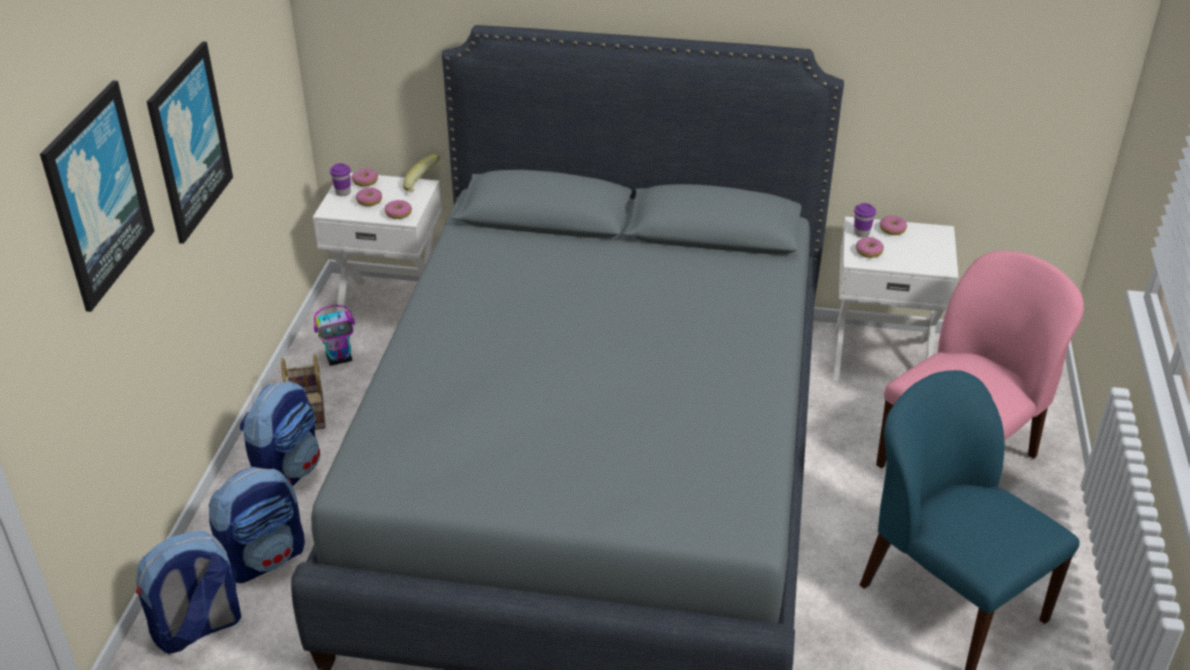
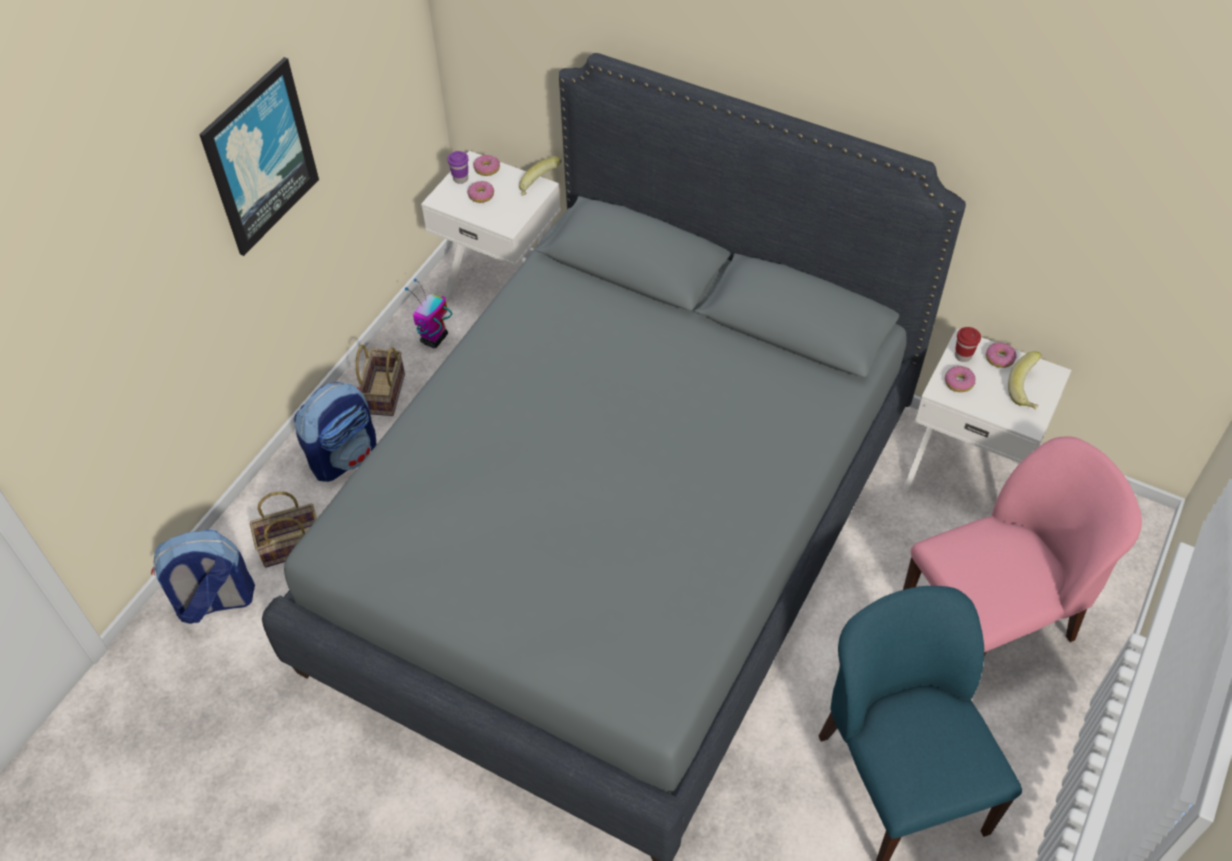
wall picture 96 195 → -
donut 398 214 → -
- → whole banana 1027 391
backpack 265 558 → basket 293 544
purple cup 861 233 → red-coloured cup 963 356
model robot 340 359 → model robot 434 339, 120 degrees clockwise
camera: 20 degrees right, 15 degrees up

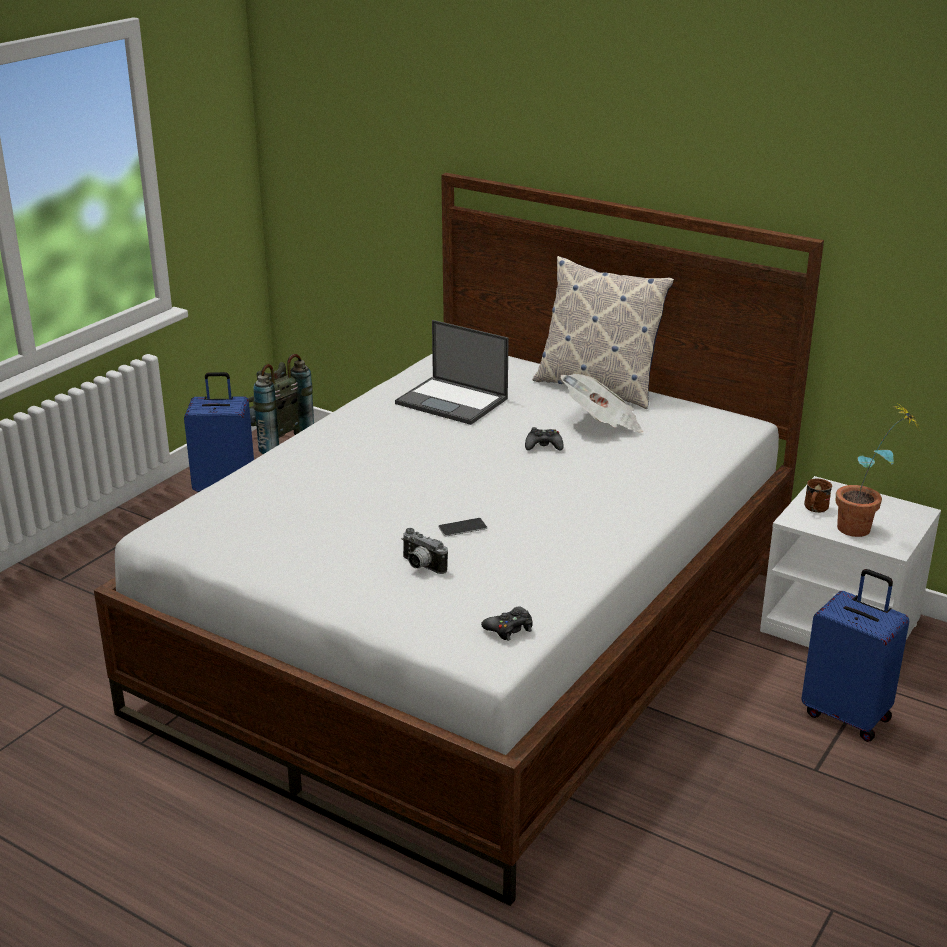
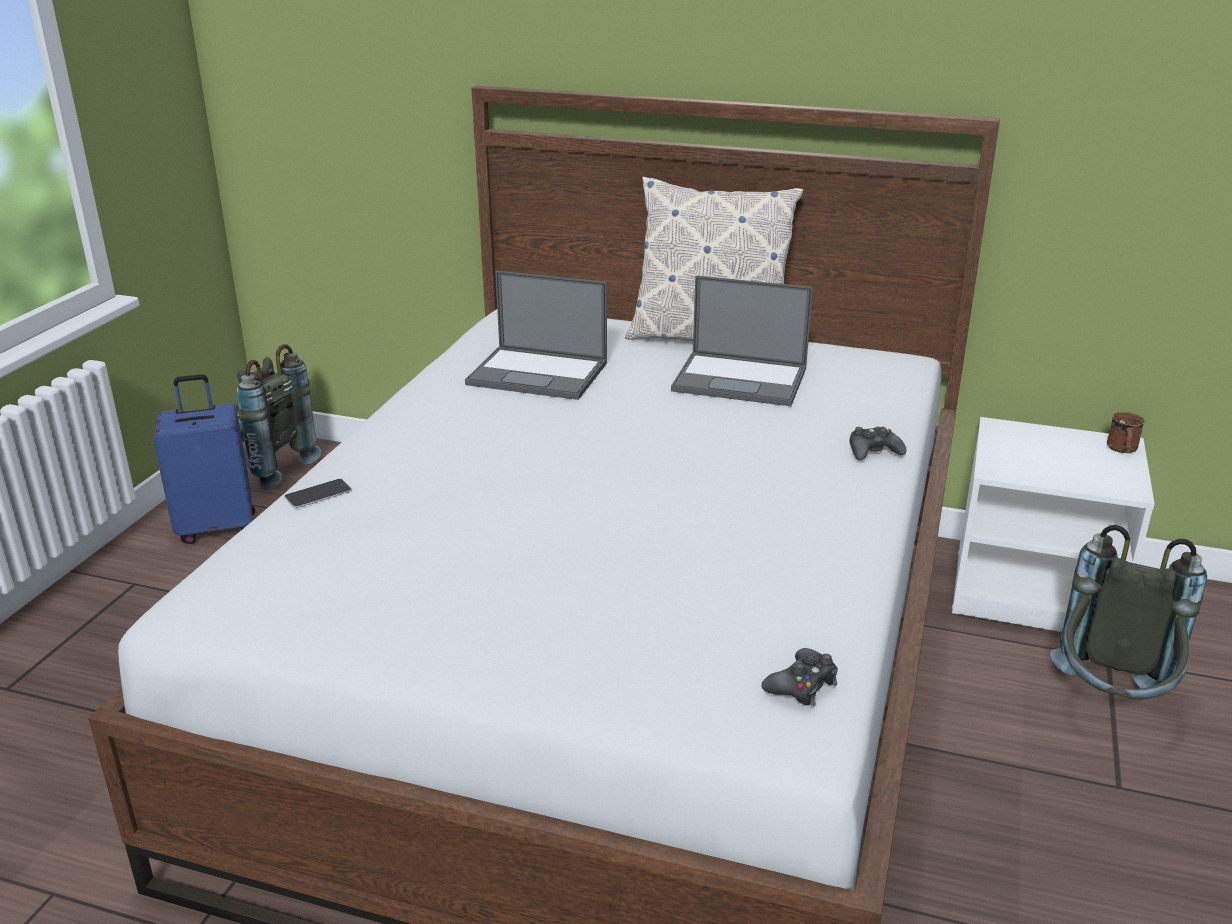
still camera 420 566 → -
plant in a pot 864 529 → -
handset 462 527 → handset 318 494, relocated
black game controller 543 446 → black game controller 873 451, relocated
brown-coloured tea mug 814 509 → brown-coloured tea mug 1121 450, relocated
newspaper 602 423 → laptop 742 380
bluish suitcase 847 715 → gray backpack 1109 704
camera: 15 degrees left, 0 degrees up

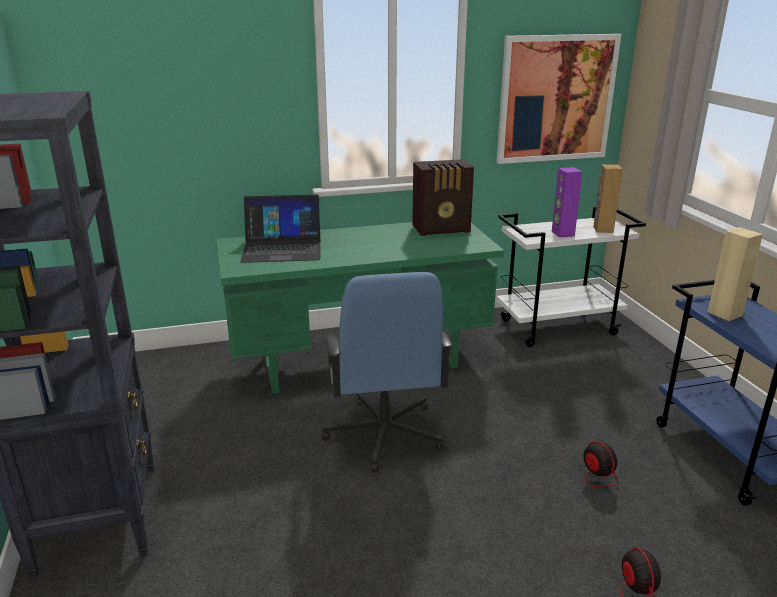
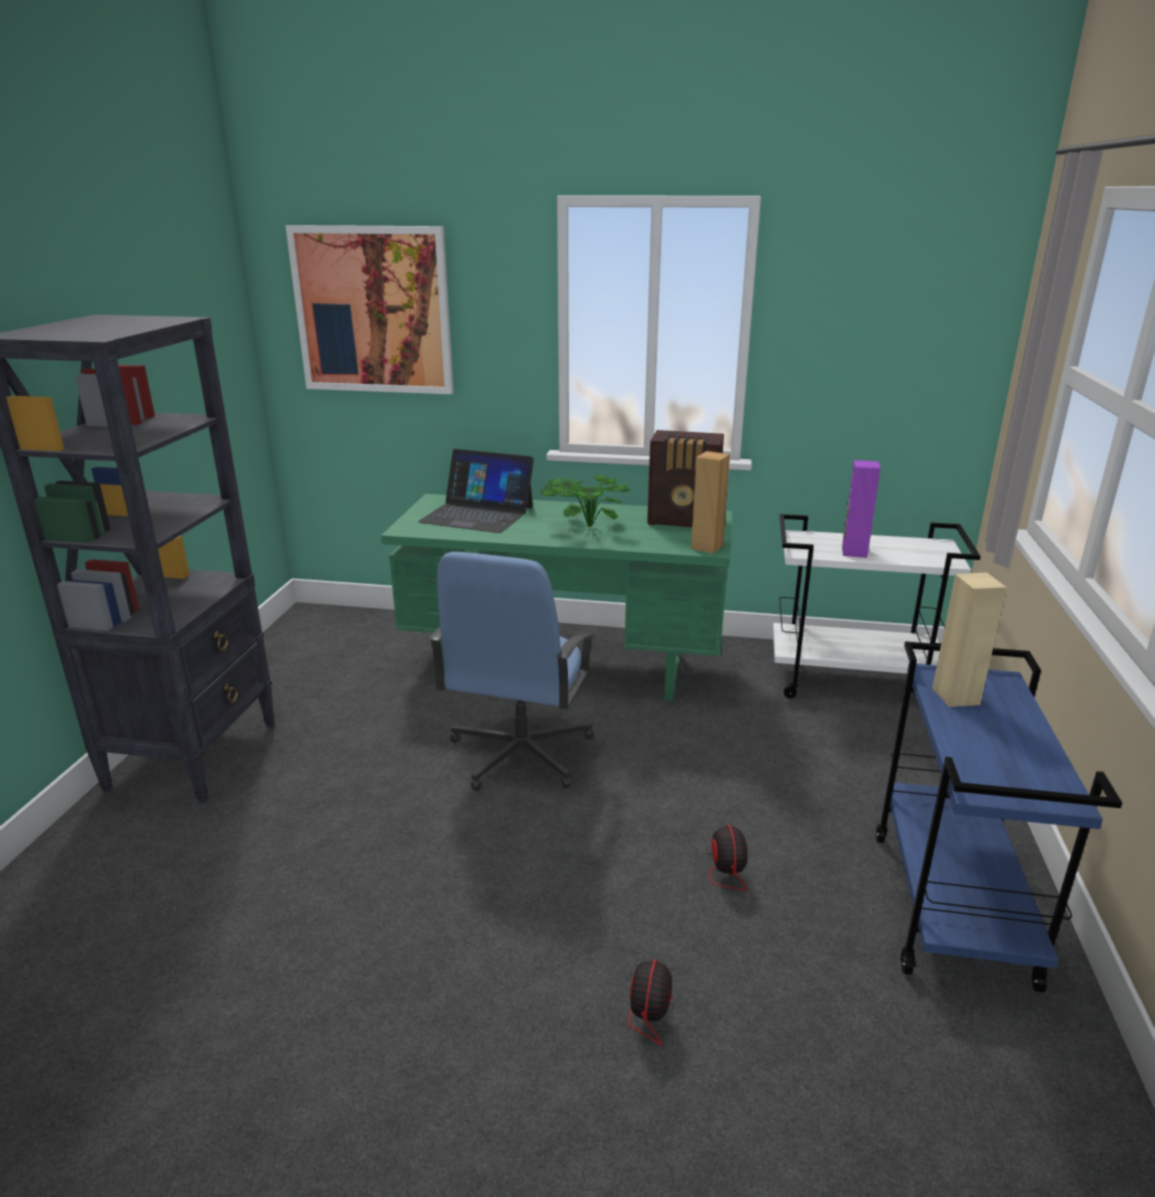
- → plant in a pot 584 527
wall picture 556 99 → wall picture 373 310, relocated
brown-coloured loudspeaker 602 229 → brown-coloured loudspeaker 706 547, relocated
camera: 25 degrees right, 0 degrees up

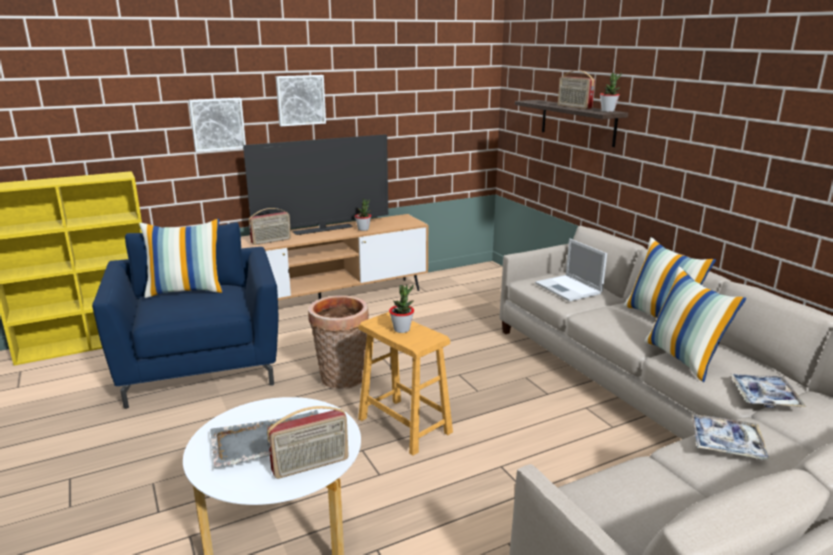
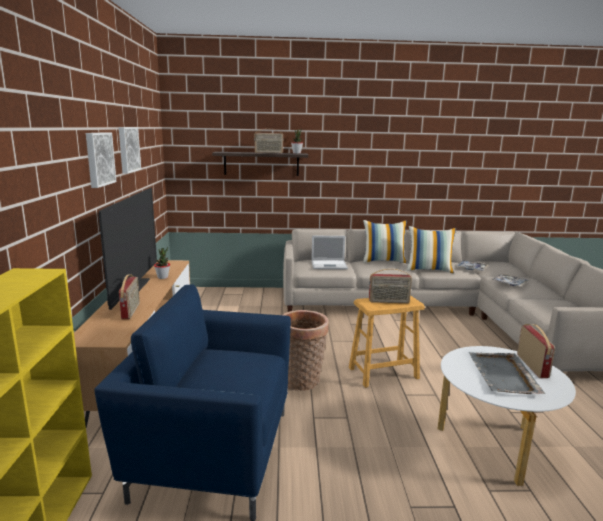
pillow 186 290 → -
wall picture 217 124 → wall picture 127 149, relocated
plant in a pot 402 329 → radio receiver 389 301
camera: 65 degrees left, 5 degrees down

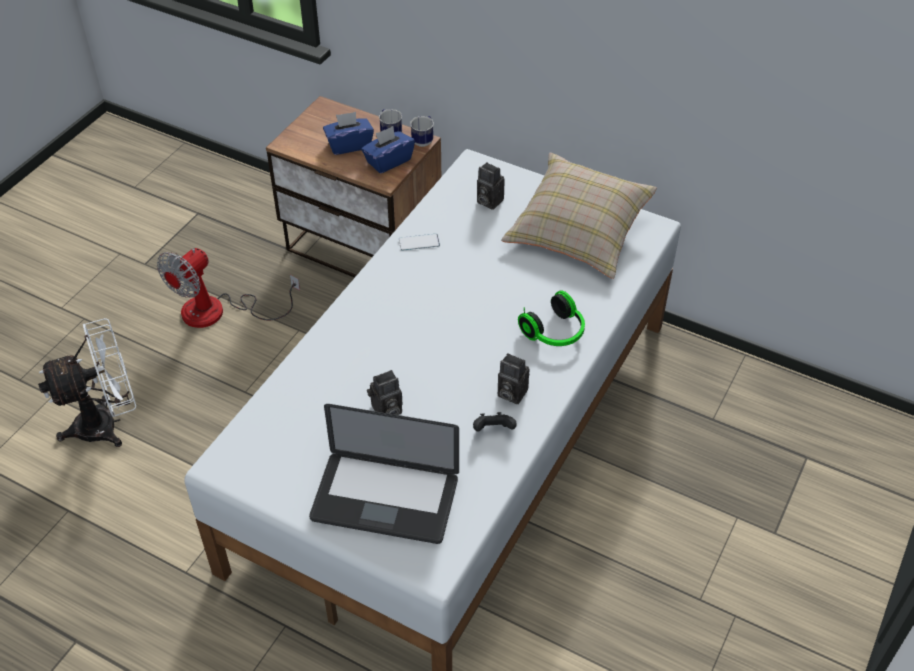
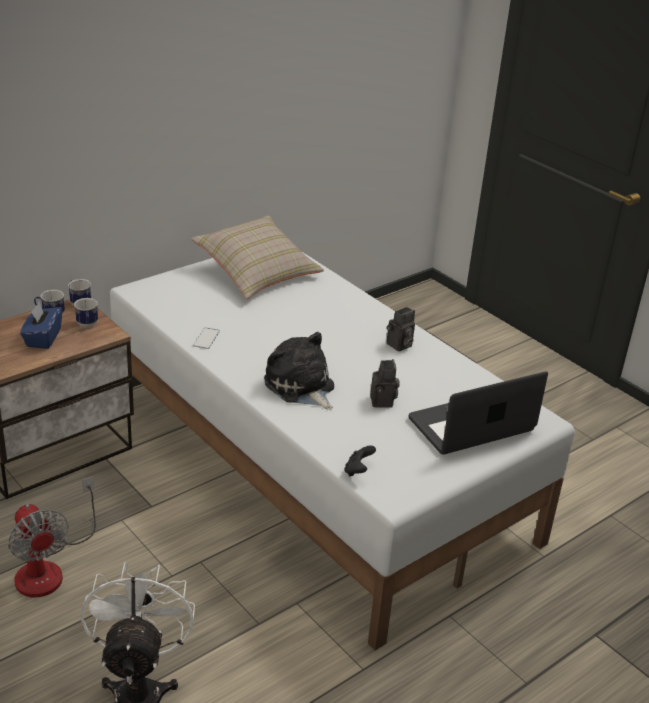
still camera 488 201 → -
headphones 555 333 → -
- → soft toy 301 387
black game controller 493 430 → black game controller 358 471, relocated
bluish tissue holder 388 161 → tea mug 87 325
laptop 385 499 → laptop 471 425, 150 degrees counterclockwise
camera: 70 degrees left, 15 degrees down

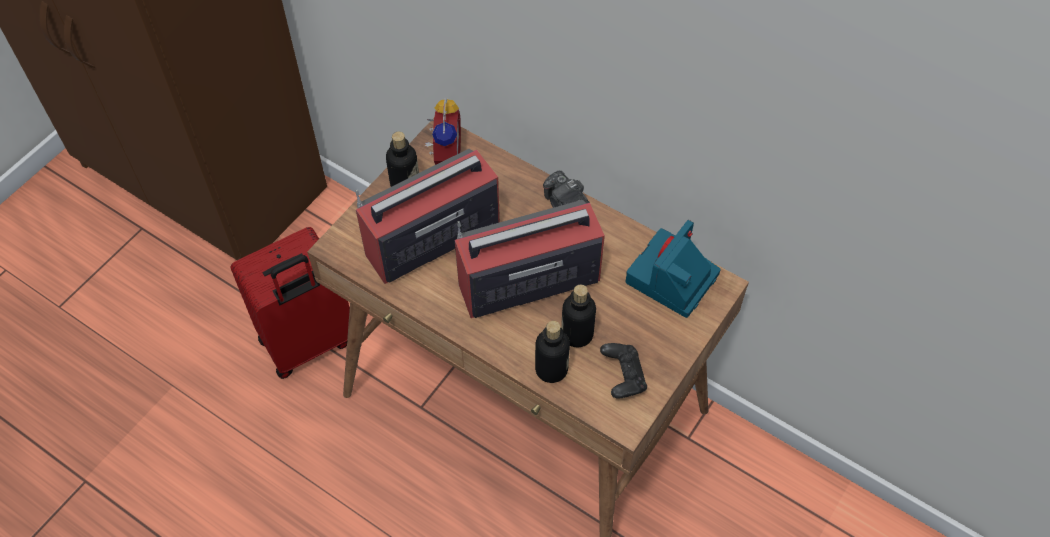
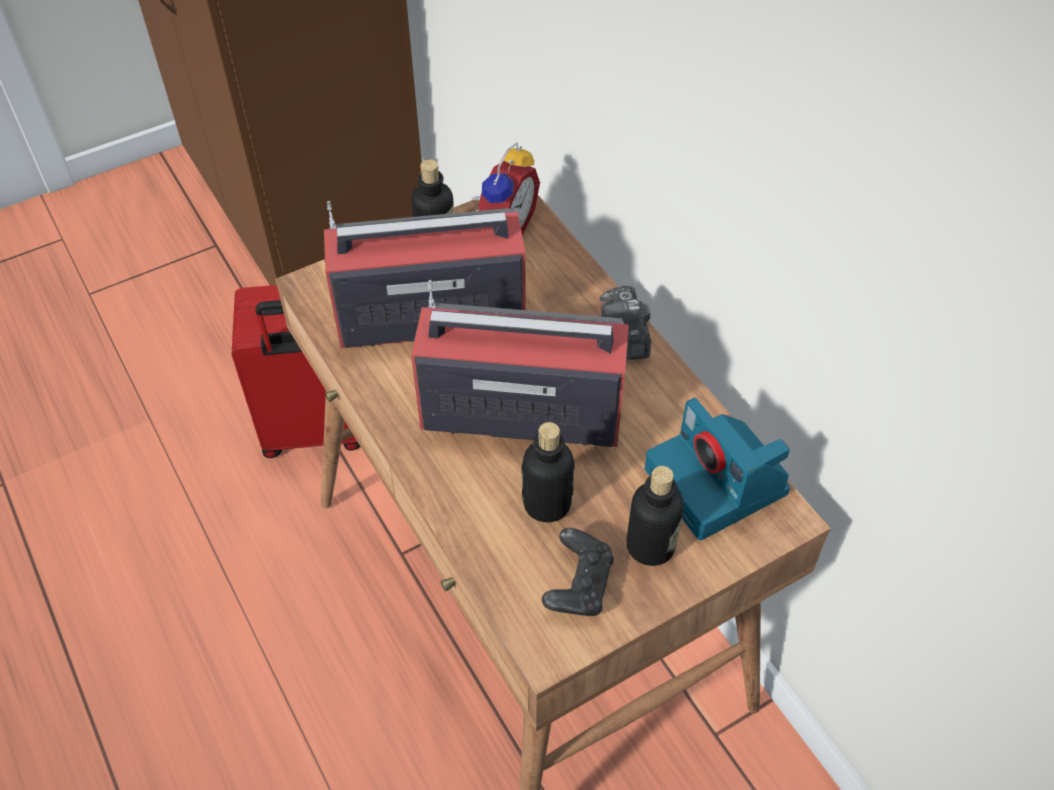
bottle 551 369 → bottle 650 546, relocated
still camera 672 279 → still camera 718 483, 90 degrees counterclockwise
camera: 25 degrees right, 5 degrees down

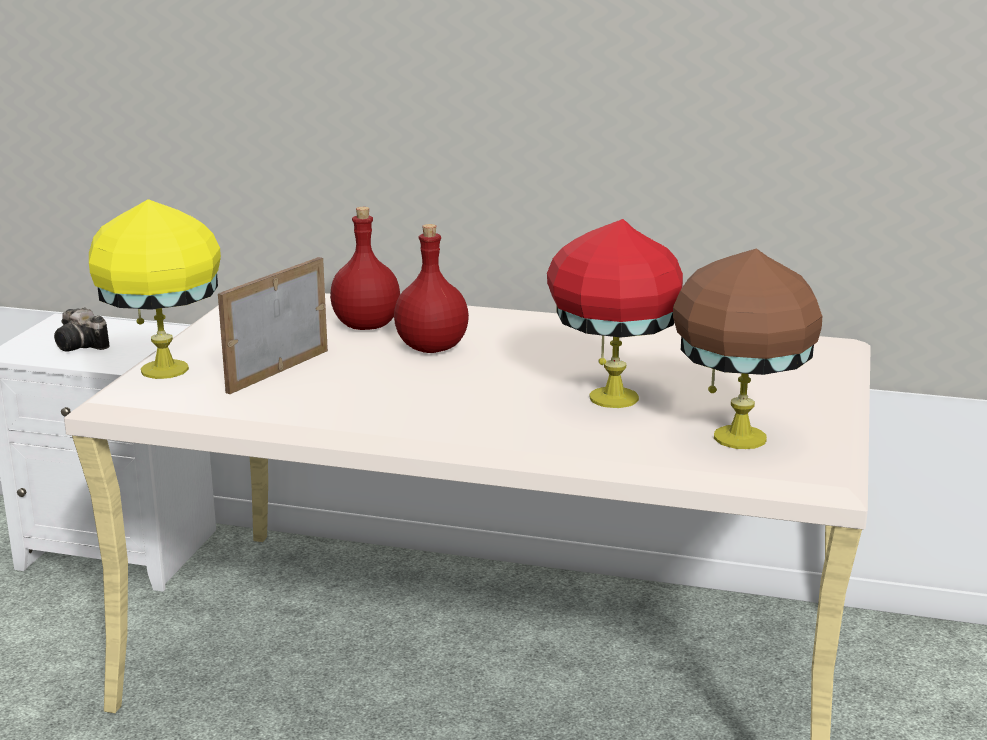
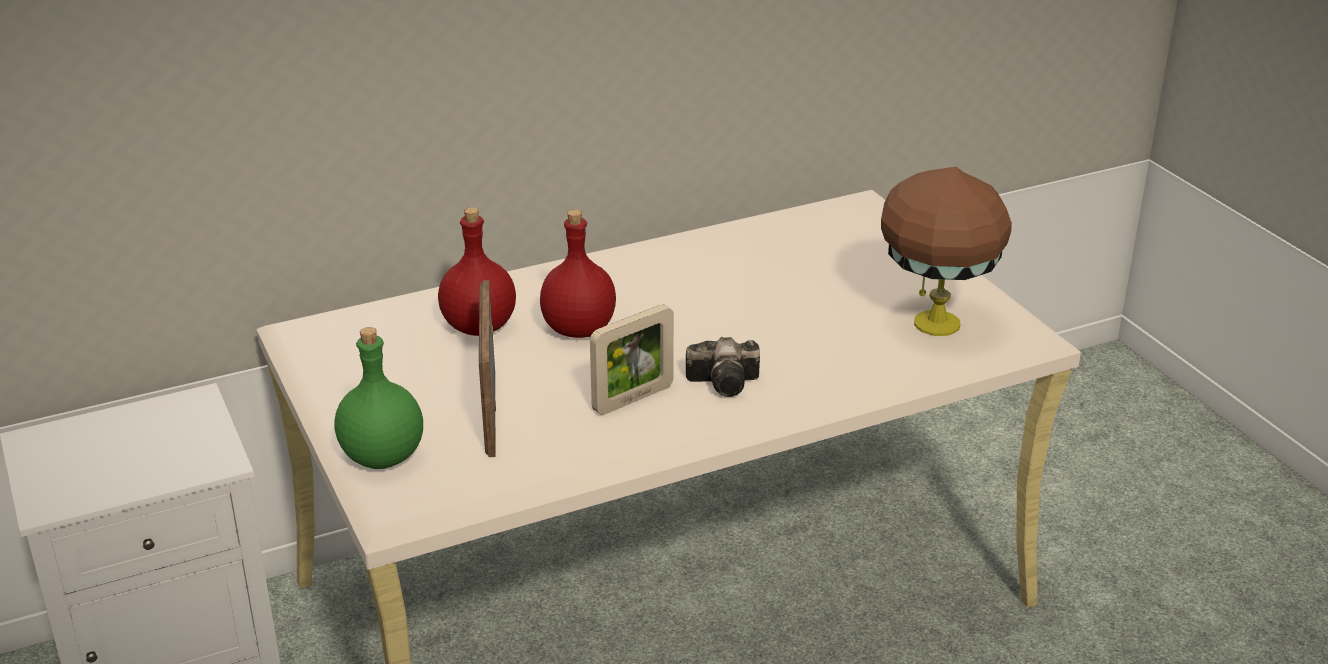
red-coloured tabletop lamp 610 398 → -
- → picture frame 633 399
still camera 82 346 → still camera 727 382, relocated
yellowish tabletop lamp 165 369 → green-coloured bottle 382 456
camera: 40 degrees left, 10 degrees up

